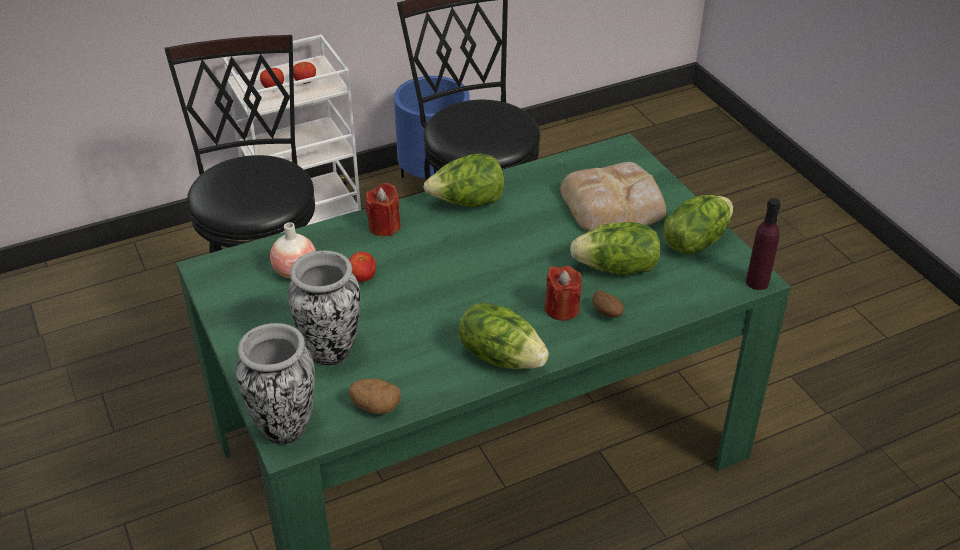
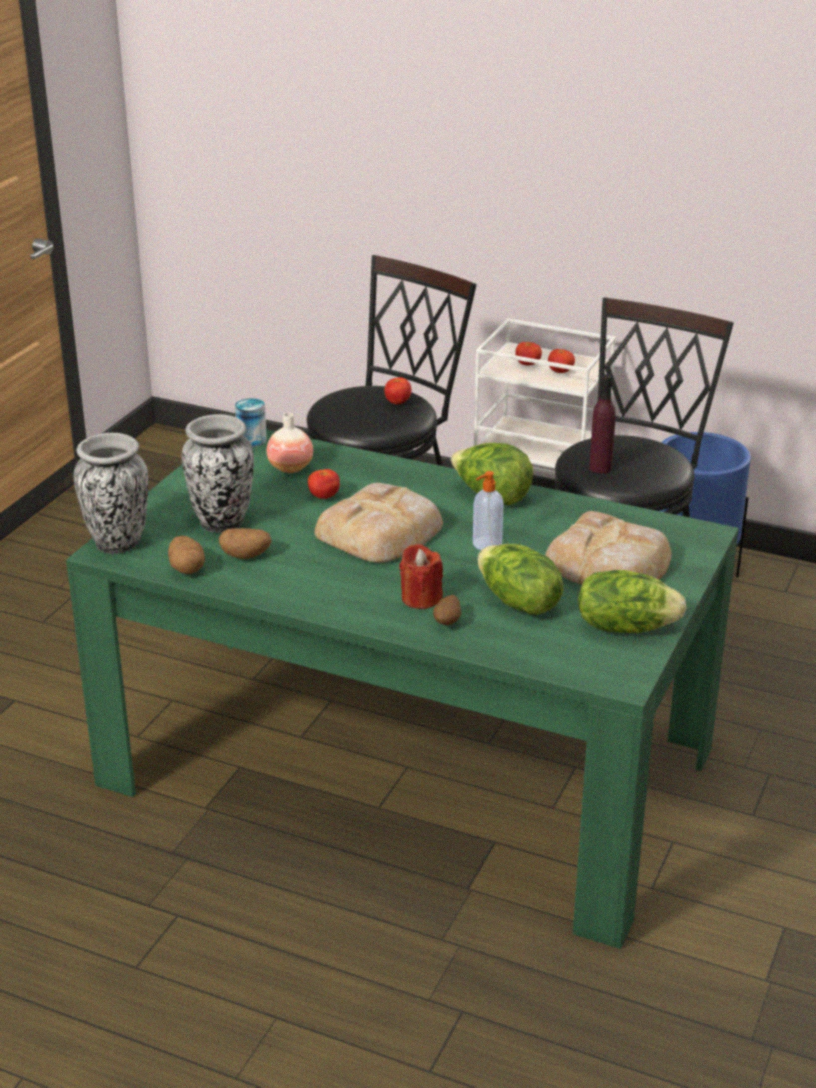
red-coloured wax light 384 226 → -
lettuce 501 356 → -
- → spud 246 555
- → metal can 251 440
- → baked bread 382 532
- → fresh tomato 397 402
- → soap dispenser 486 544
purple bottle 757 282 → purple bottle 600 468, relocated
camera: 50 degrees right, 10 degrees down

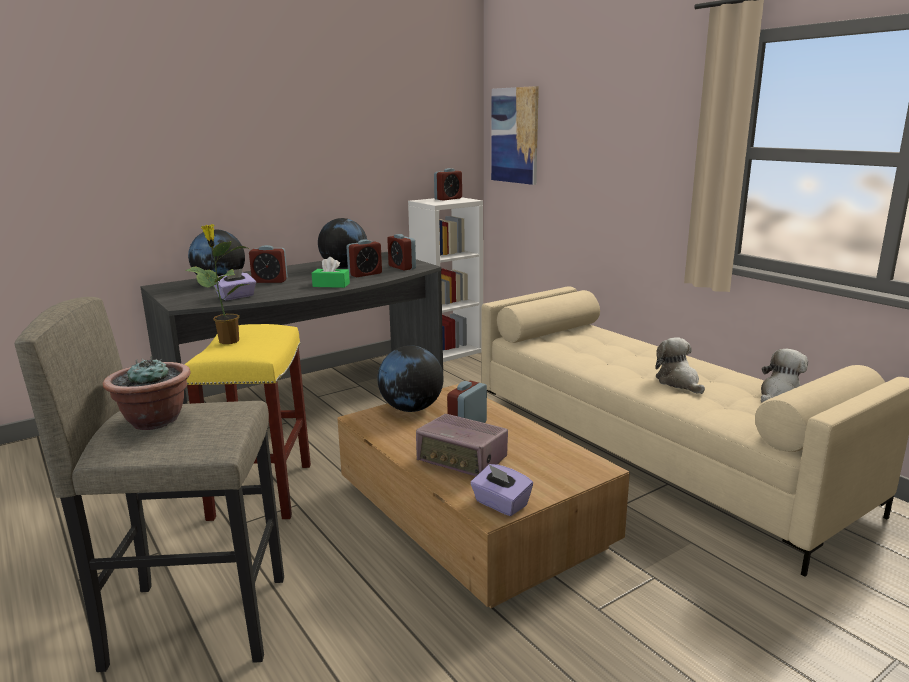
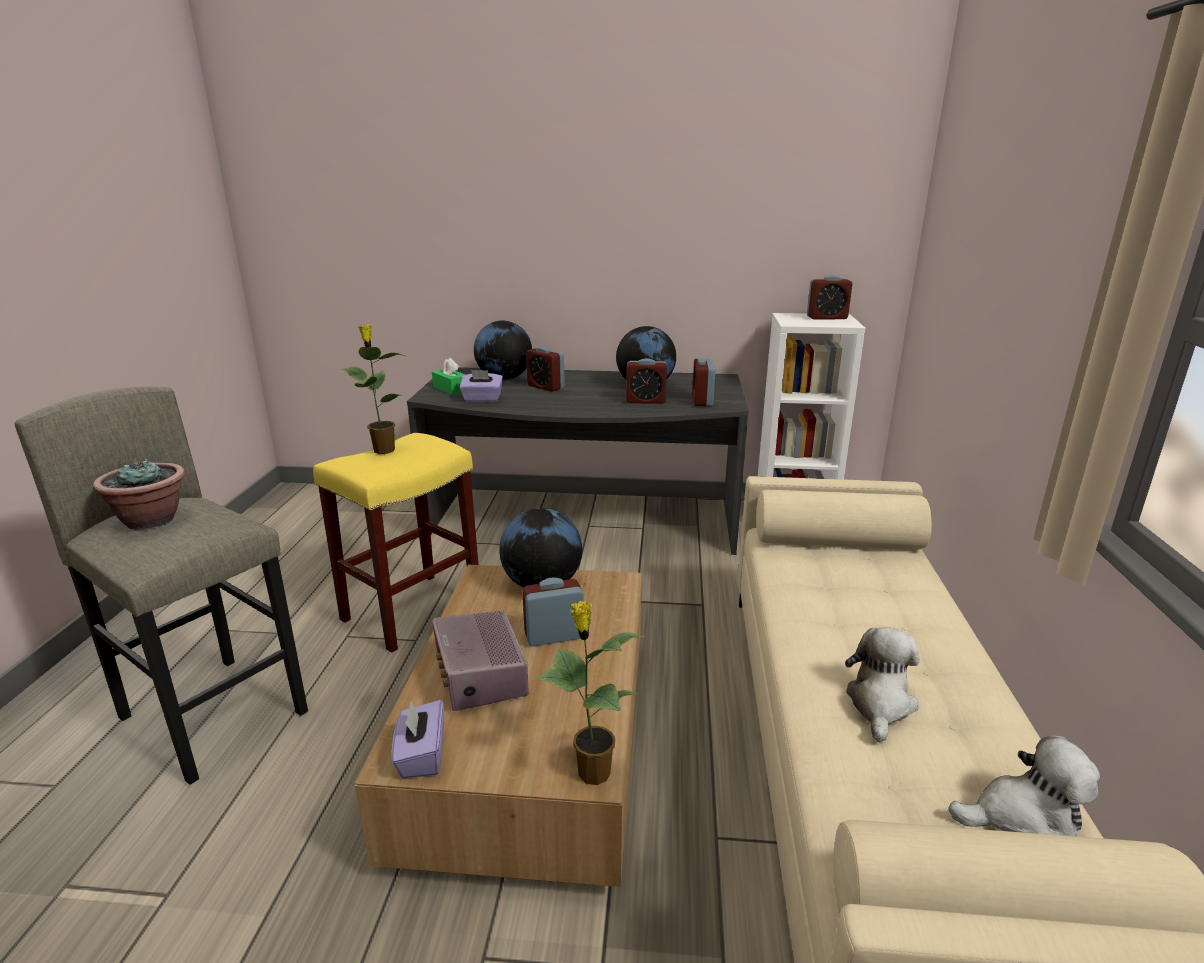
wall picture 515 135 → -
- → plant in a pot 591 772
green-coloured tissue holder 331 285 → green-coloured tissue holder 450 389, relocated
camera: 40 degrees right, 5 degrees up

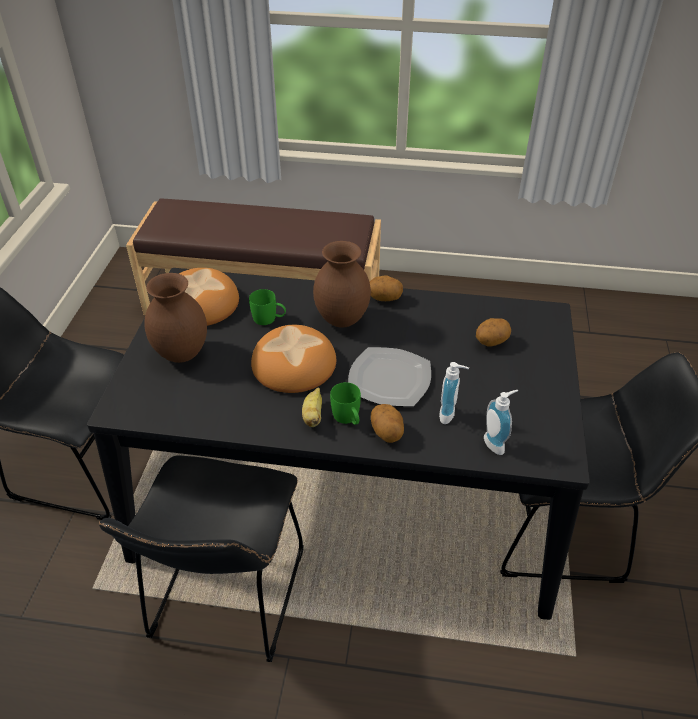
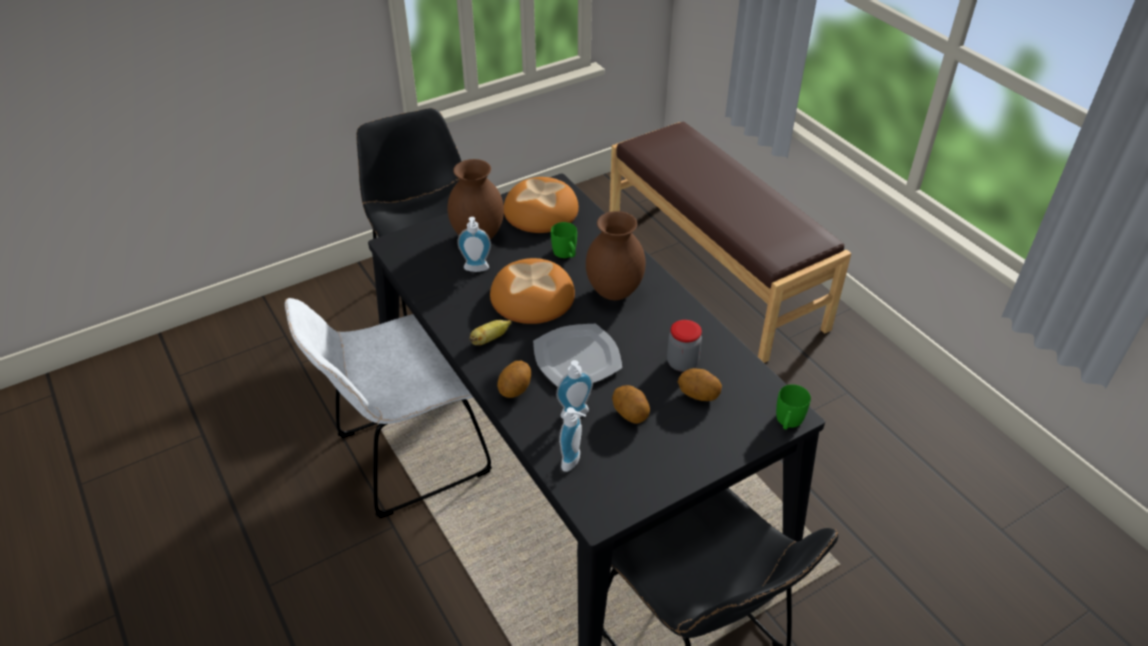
- → soap dispenser 476 270
- → preserve jar 682 363
green-coloured tea mug 348 418 → green-coloured tea mug 787 422, relocated
spud 384 298 → spud 630 414, relocated
black chair 226 601 → whitish chair 405 458
camera: 50 degrees right, 0 degrees up

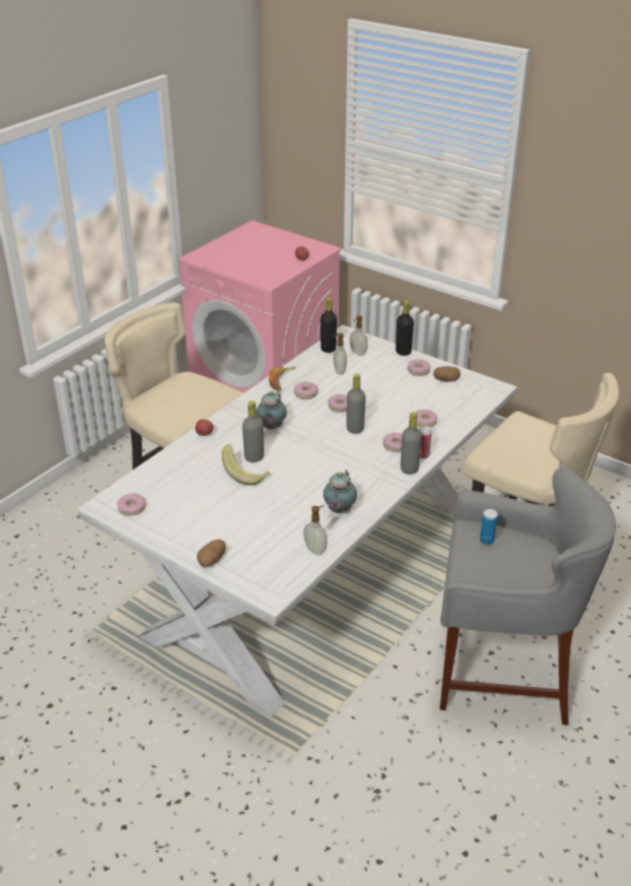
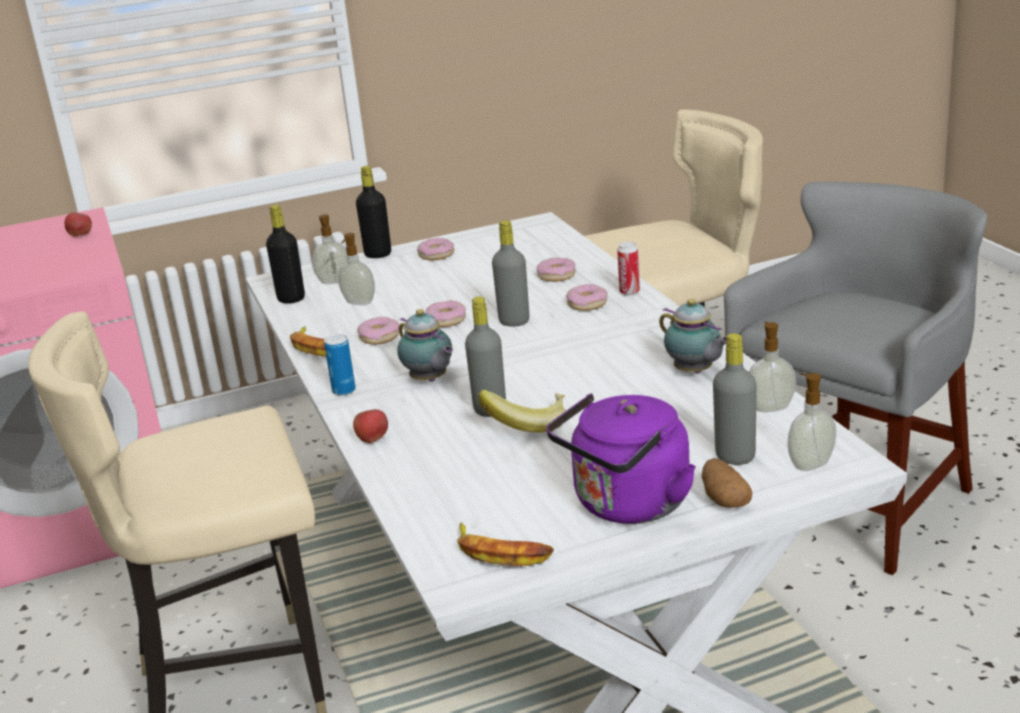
spud 446 380 → -
- → purple kettle 627 505
- → soap dispenser 810 464
gray bottle 409 469 → gray bottle 735 456, relocated
metal can 486 540 → metal can 344 391, relocated
donut 132 508 → whole banana 501 552
camera: 55 degrees left, 10 degrees down

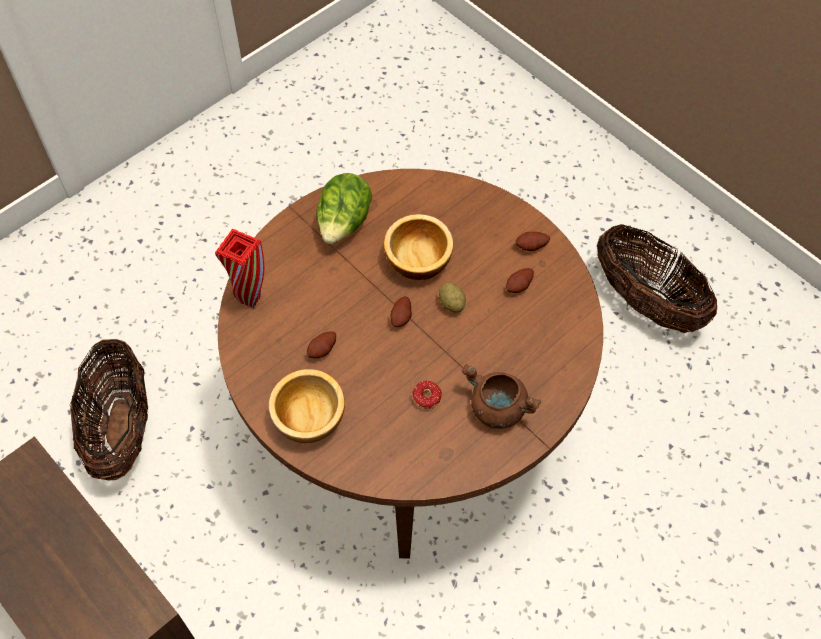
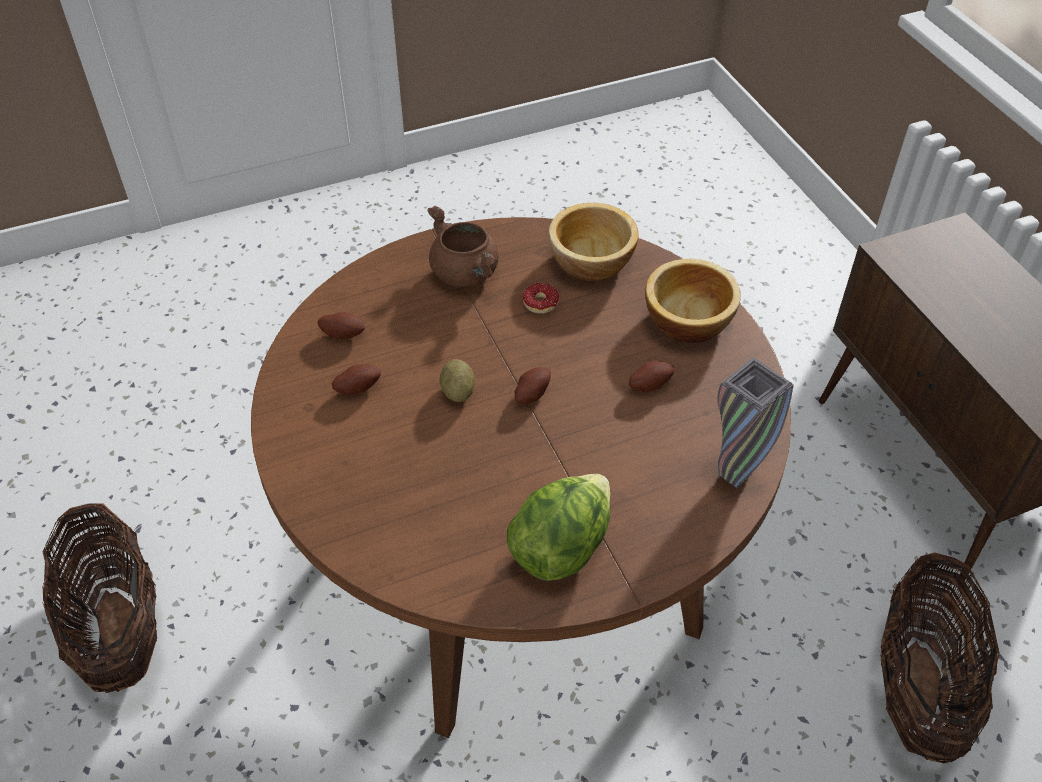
bowl 417 259 → bowl 592 262, relocated
spud 531 247 → spud 343 333, relocated
red-coloured decorative vase 250 299 → gray decorative vase 734 475
camera: 160 degrees left, 10 degrees down

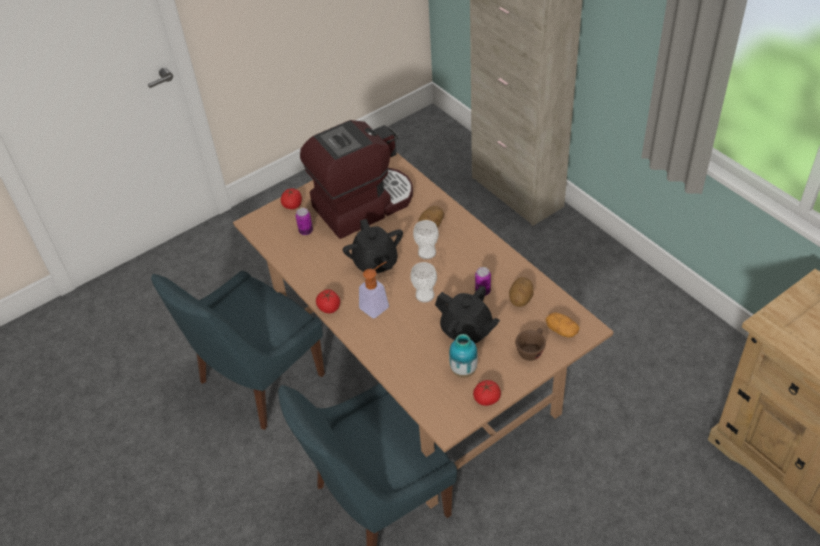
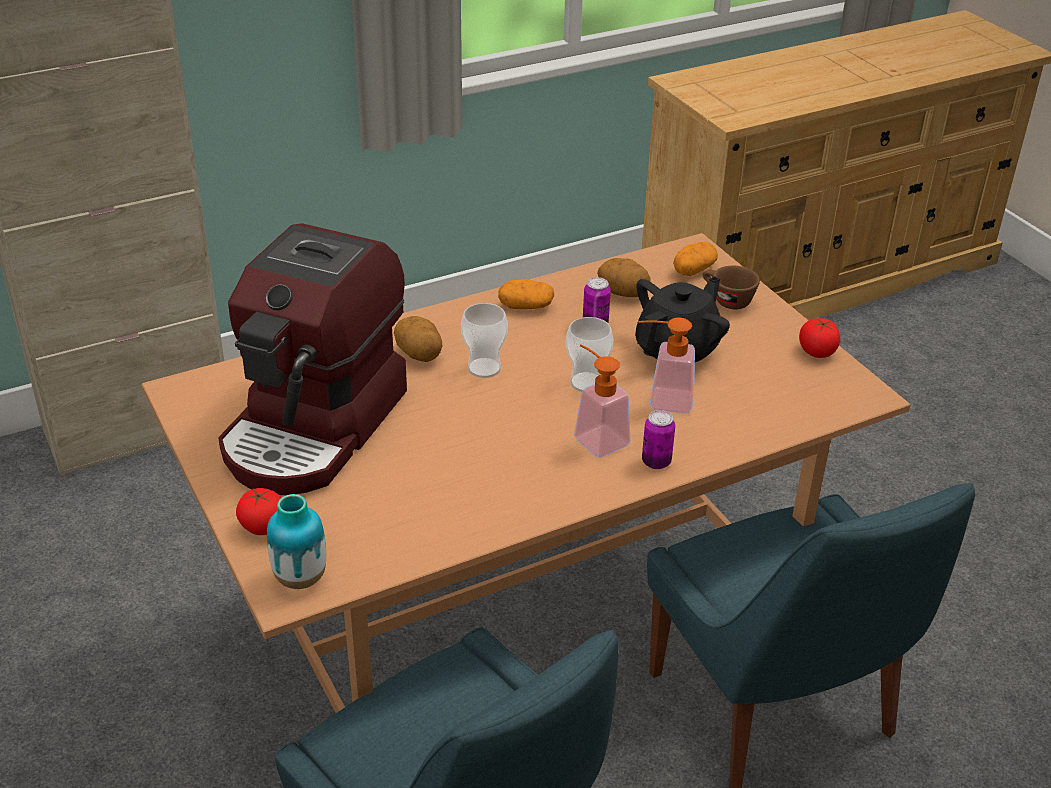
fresh tomato 329 308 → -
black tea pot 375 263 → -
- → spud 525 306
- → soap dispenser 662 400
metal can 306 231 → metal can 656 462, relocated
decorative vase 463 370 → decorative vase 300 578, relocated
coffee brewer 363 204 → coffee brewer 316 428, 135 degrees counterclockwise
camera: 85 degrees left, 10 degrees down

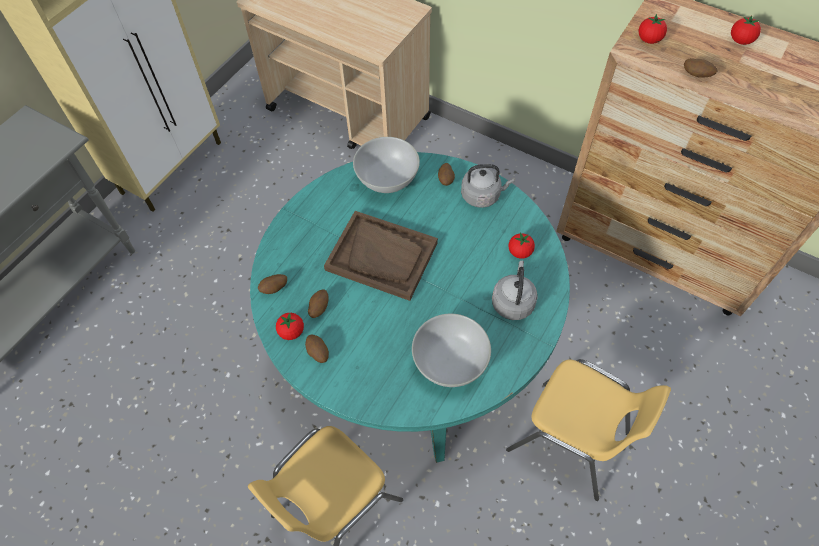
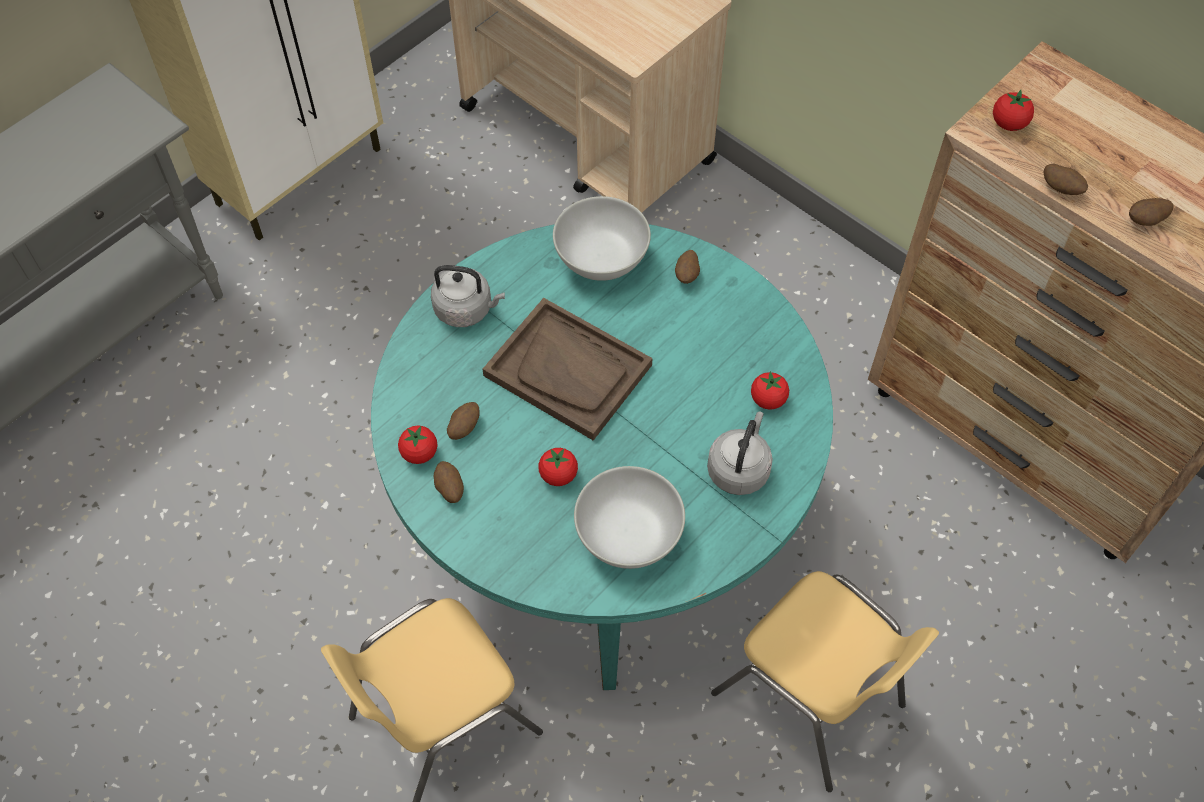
spud 274 289 → spud 1145 221, relocated
gray kettle 482 195 → gray kettle 466 309, relocated
fresh tomato 740 41 → fresh tomato 558 475, relocated
camera: 10 degrees right, 0 degrees up

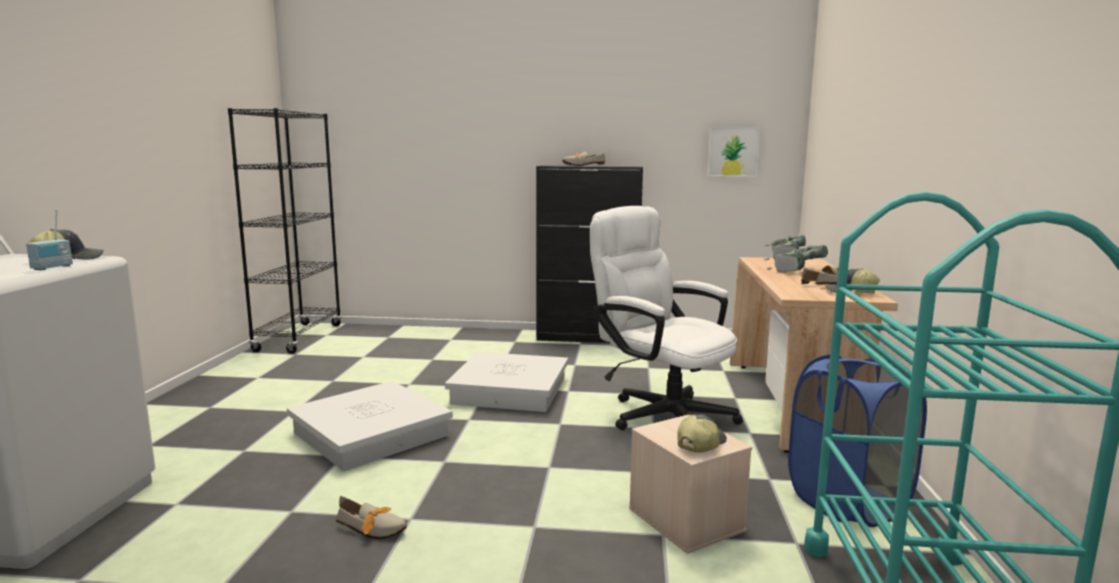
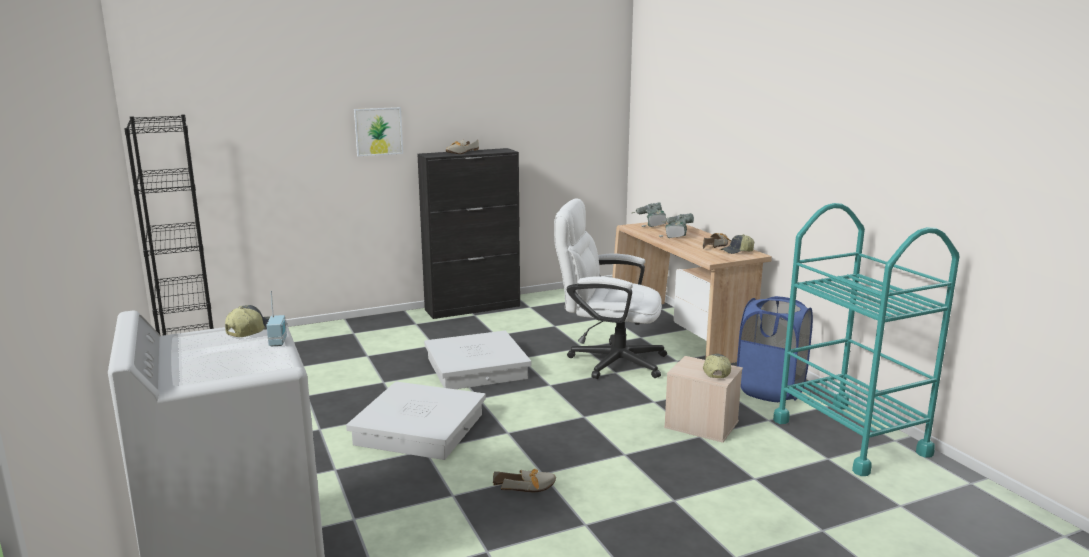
wall picture 733 152 → wall picture 378 131, relocated
camera: 30 degrees left, 5 degrees up

